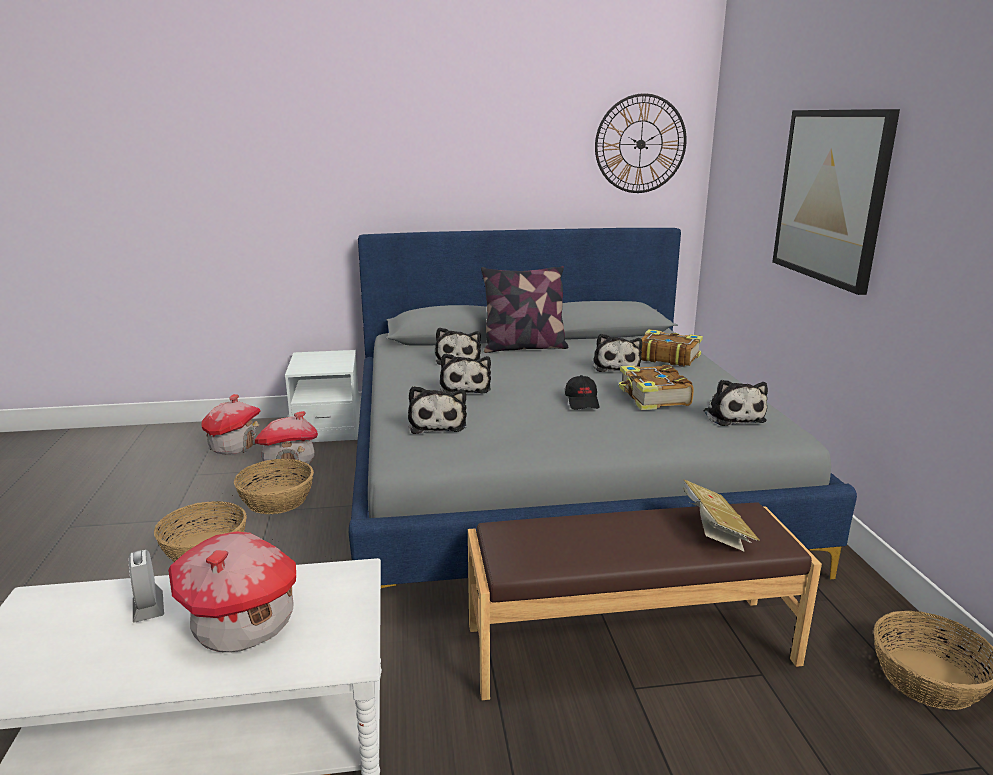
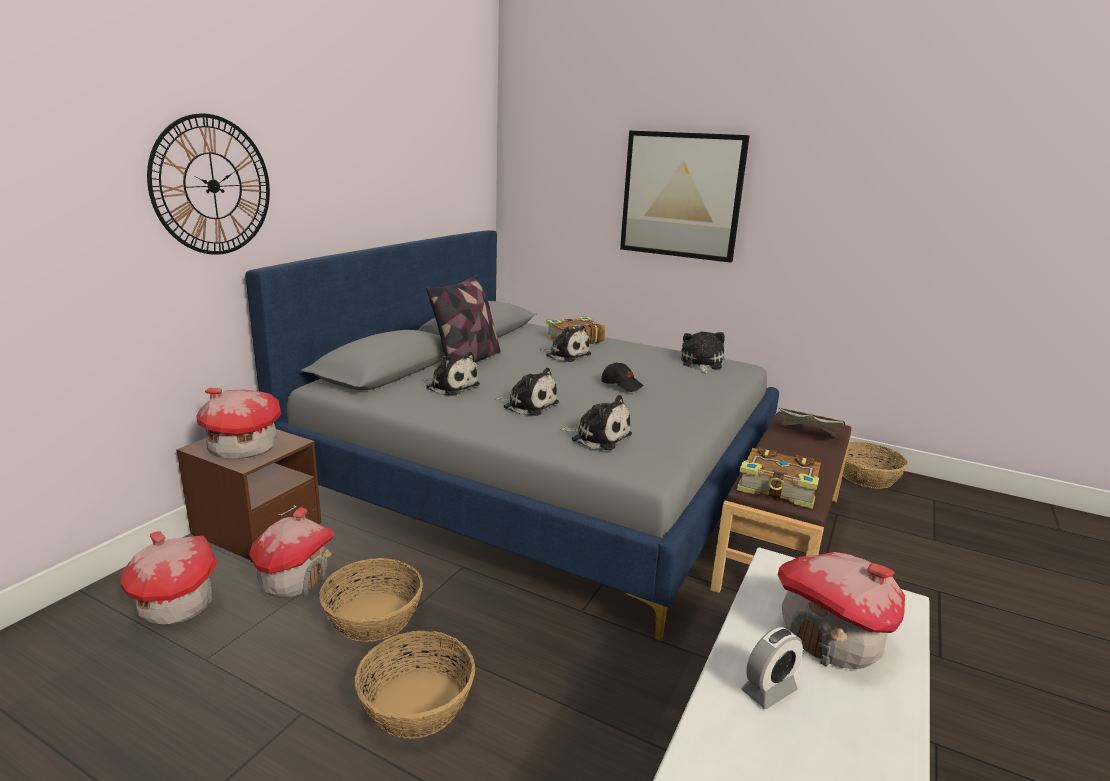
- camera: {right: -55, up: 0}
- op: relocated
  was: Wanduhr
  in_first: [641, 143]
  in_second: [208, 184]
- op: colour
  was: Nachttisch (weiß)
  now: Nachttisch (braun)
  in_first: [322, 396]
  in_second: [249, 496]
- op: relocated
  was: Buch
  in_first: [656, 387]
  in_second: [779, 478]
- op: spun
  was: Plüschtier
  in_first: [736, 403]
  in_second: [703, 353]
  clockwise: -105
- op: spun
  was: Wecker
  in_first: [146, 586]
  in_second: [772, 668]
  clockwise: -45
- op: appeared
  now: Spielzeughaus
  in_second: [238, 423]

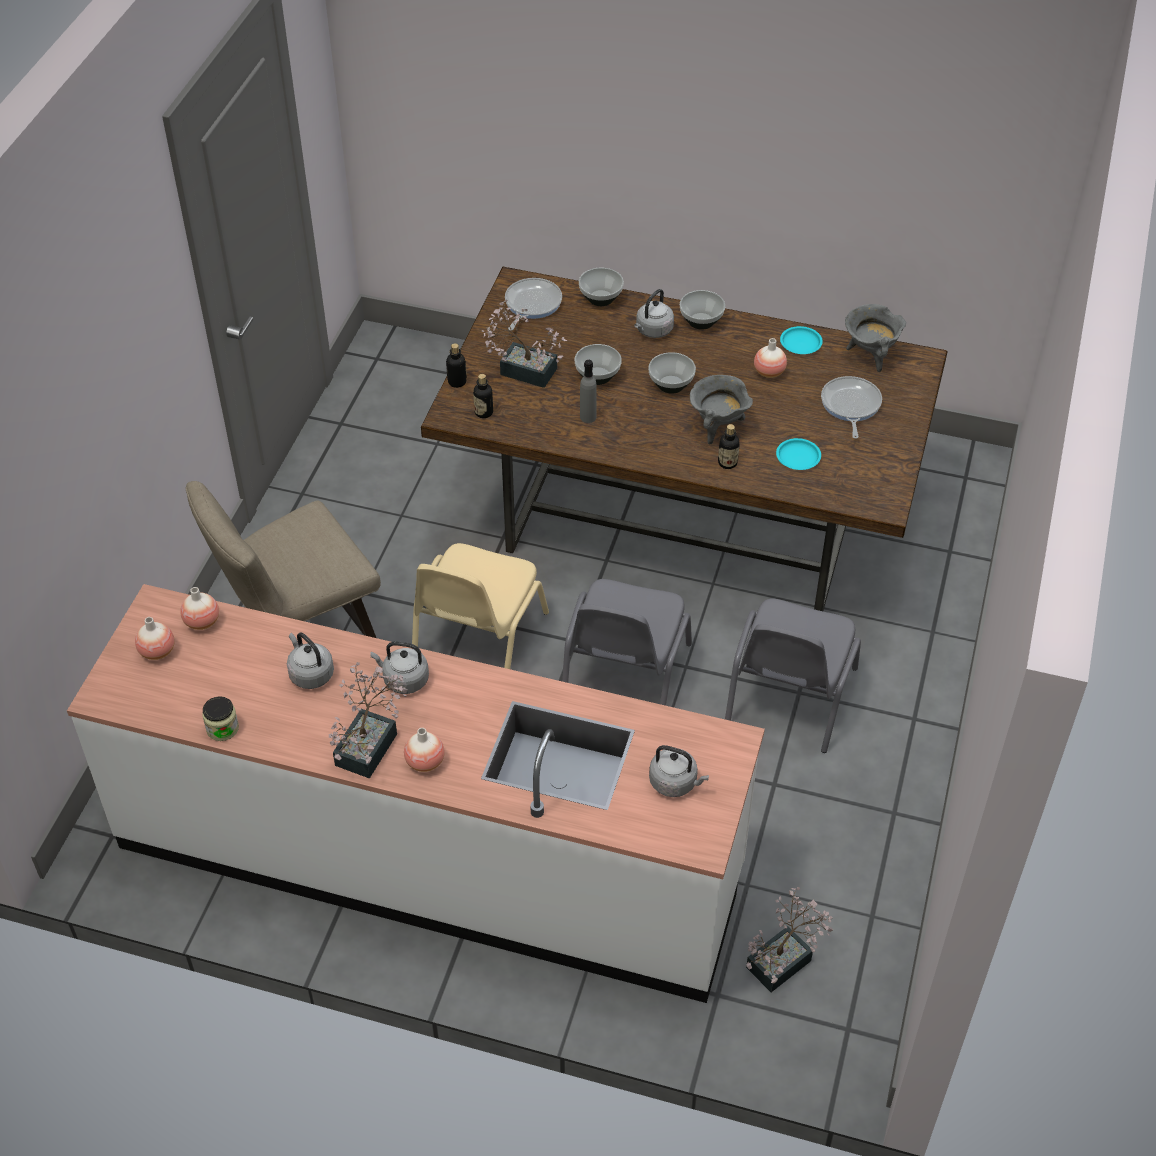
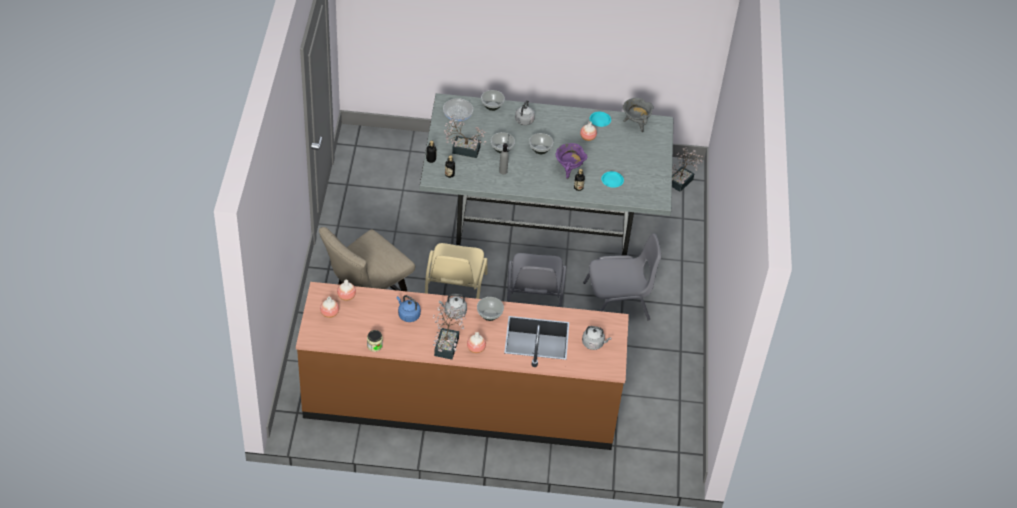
- camera: {right: -15, up: 0}
- op: colour
  was: Esstisch (braun)
  now: Esstisch (grau)
  in_first: [684, 439]
  in_second: [546, 174]
- op: relocated
  was: Schüssel
  in_first: [702, 310]
  in_second: [490, 309]
- op: colour
  was: Kochtopf (grau)
  now: Kochtopf (lila)
  in_first: [721, 409]
  in_second: [572, 161]
- op: missing
  was: Pfanne
  in_first: [851, 407]
- op: colour
  was: Küchenzeile (weiß)
  now: Küchenzeile (braun)
  in_first: [416, 793]
  in_second: [462, 366]
- op: spun
  was: Stuhl (grau)
  in_first: [793, 675]
  in_second: [622, 277]
  clockwise: -105
- op: colour
  was: Wasserkessel (grau)
  now: Wasserkessel (blau)
  in_first: [310, 661]
  in_second: [409, 308]
- op: relocated
  was: Topfpflanze
  in_first: [789, 939]
  in_second: [687, 169]

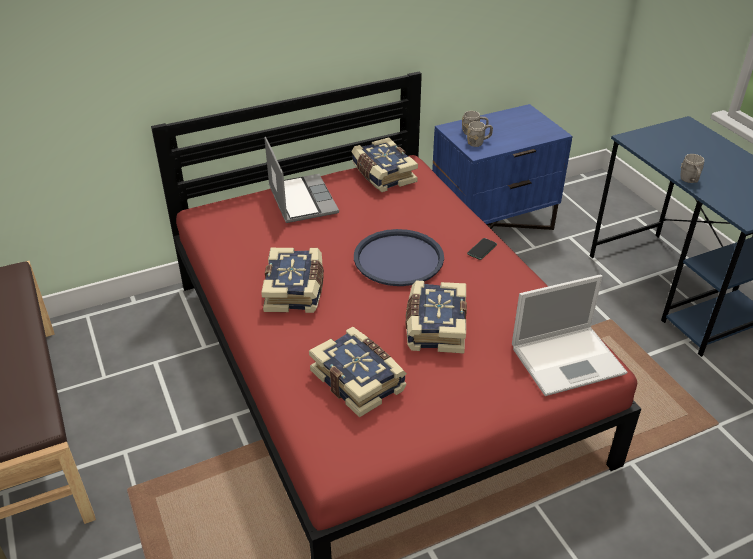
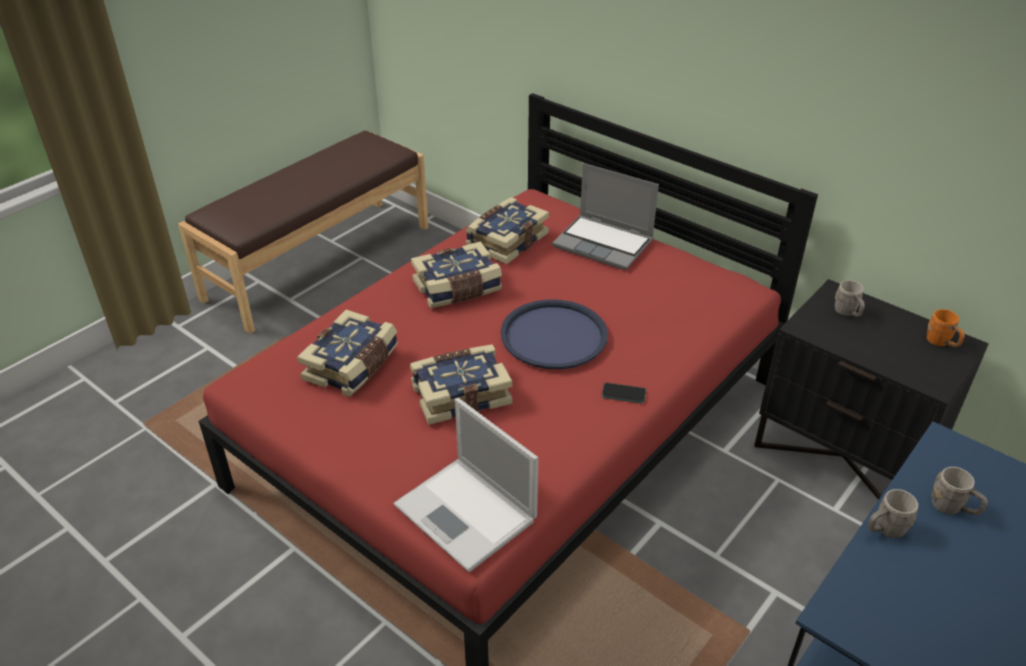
- camera: {right: 65, up: 0}
- op: colour
  was: Nachttisch (blau)
  now: Nachttisch (schwarz)
  in_first: [502, 167]
  in_second: [871, 389]
- op: relocated
  was: Henkelbecher (grau)
  in_first: [480, 134]
  in_second: [959, 491]
- op: spun
  was: Laptop
  in_first: [301, 180]
  in_second: [605, 216]
  clockwise: 75
- op: relocated
  was: Buch
  in_first: [385, 164]
  in_second: [507, 230]
- op: appeared
  now: Henkelbecher (orange)
  in_second: [946, 328]

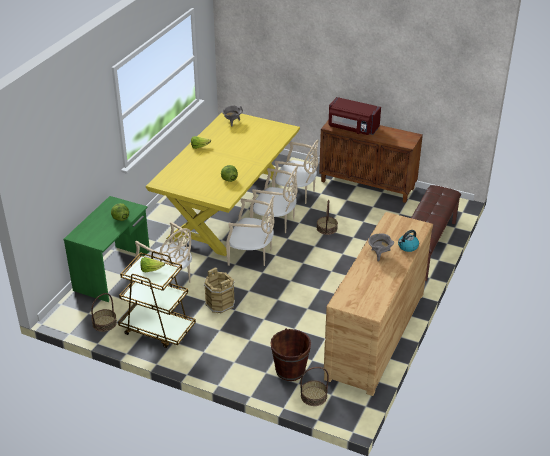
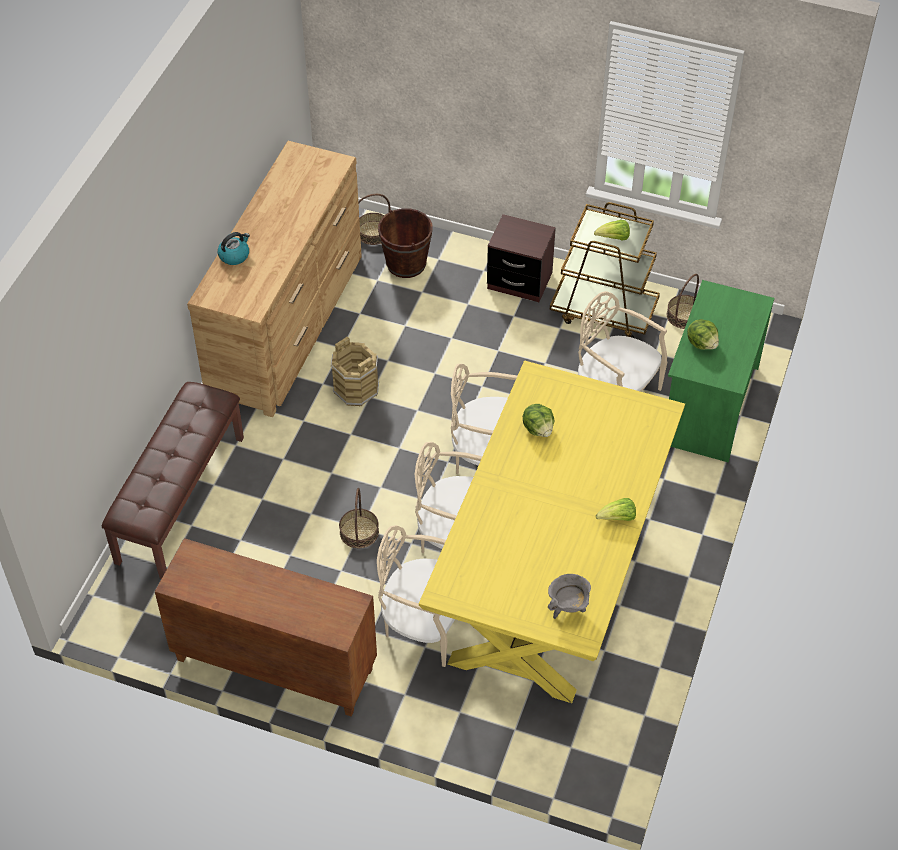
- camera: {right: 175, up: 15}
- op: missing
  was: Mikrowelle (rot)
  in_first: [355, 116]
- op: missing
  was: Kochtopf (grau)
  in_first: [381, 247]
- op: relocated
  was: Eimer (braun)
  in_first: [219, 290]
  in_second: [355, 372]
- op: appeared
  now: Nachttisch (braun)
  in_second: [521, 258]

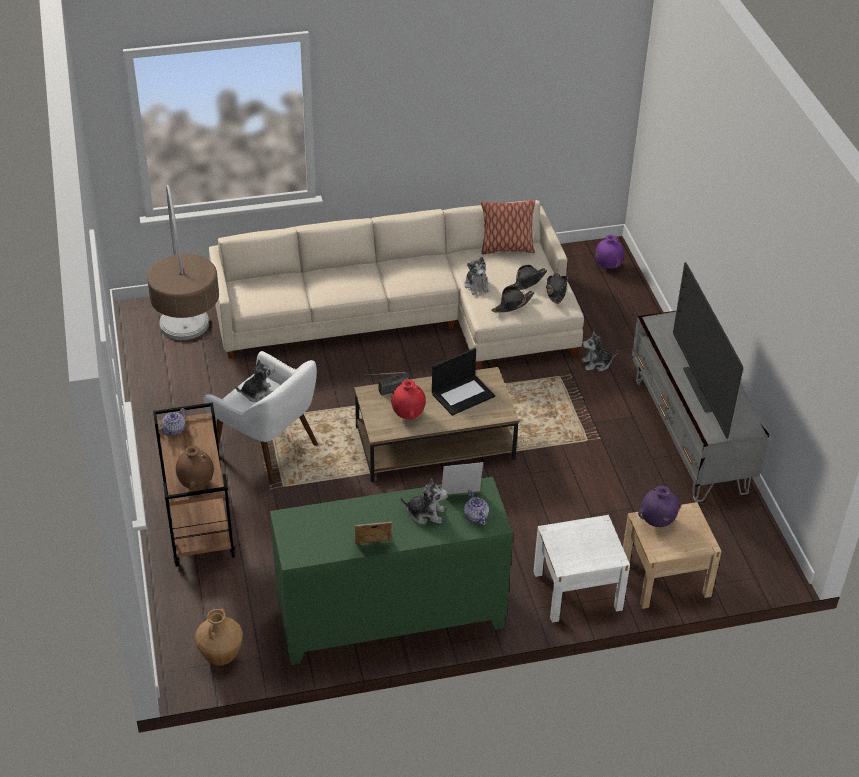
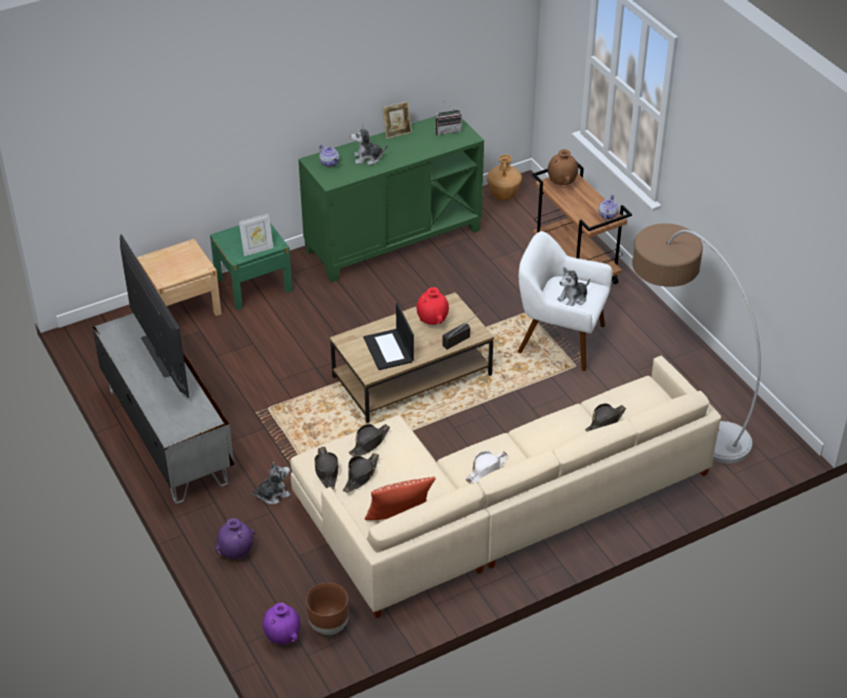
- camera: {right: 165, up: 0}
- op: missing
  was: Plüschtier
  in_first: [476, 276]
- op: spun
  was: Laptop
  in_first: [463, 382]
  in_second: [388, 336]
  clockwise: -60
- op: relocated
  was: Bilderrahmen
  in_first: [462, 478]
  in_second: [256, 235]
- op: relocated
  was: Vase (lila)
  in_first: [659, 506]
  in_second: [235, 538]
- op: colour
  was: Nachttisch (weiß)
  now: Nachttisch (grün)
  in_first: [581, 569]
  in_second: [251, 266]
- op: appeared
  now: Radio
  in_second: [449, 118]
- op: appeared
  now: Hut (schwarz)
  in_second: [605, 417]
- op: appeared
  now: Hut (weiß)
  in_second: [487, 467]
- op: appeared
  now: Pflanzkübel (braun)
  in_second: [327, 609]

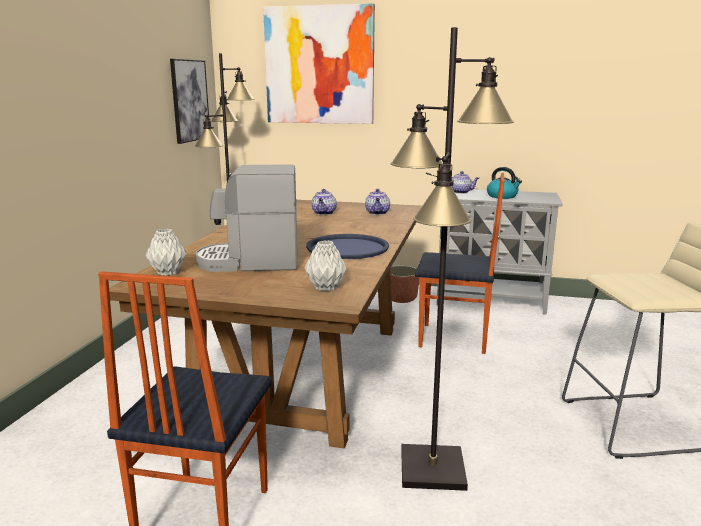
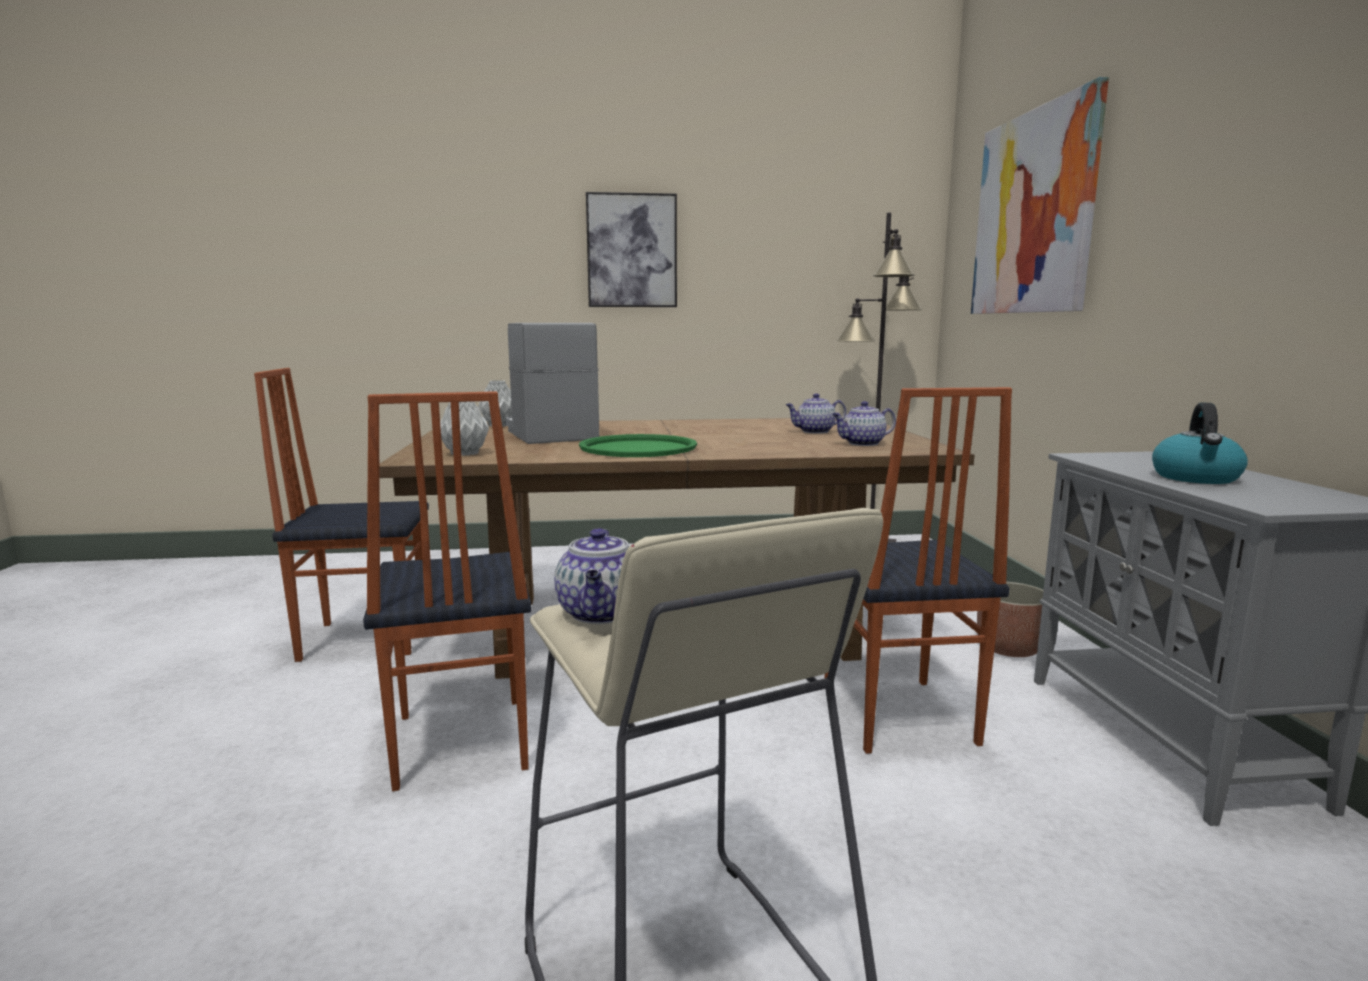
- camera: {right: 70, up: -5}
- op: exchanged
  was: Stehlampe (schwarz)
  now: Stuhl
  in_first: [452, 259]
  in_second: [447, 591]
- op: relocated
  was: Bild
  in_first: [189, 101]
  in_second: [631, 249]
- op: relocated
  was: Teekanne
  in_first: [465, 182]
  in_second: [591, 576]
- op: colour
  was: Tablett (blau)
  now: Tablett (grün)
  in_first: [347, 246]
  in_second: [638, 445]

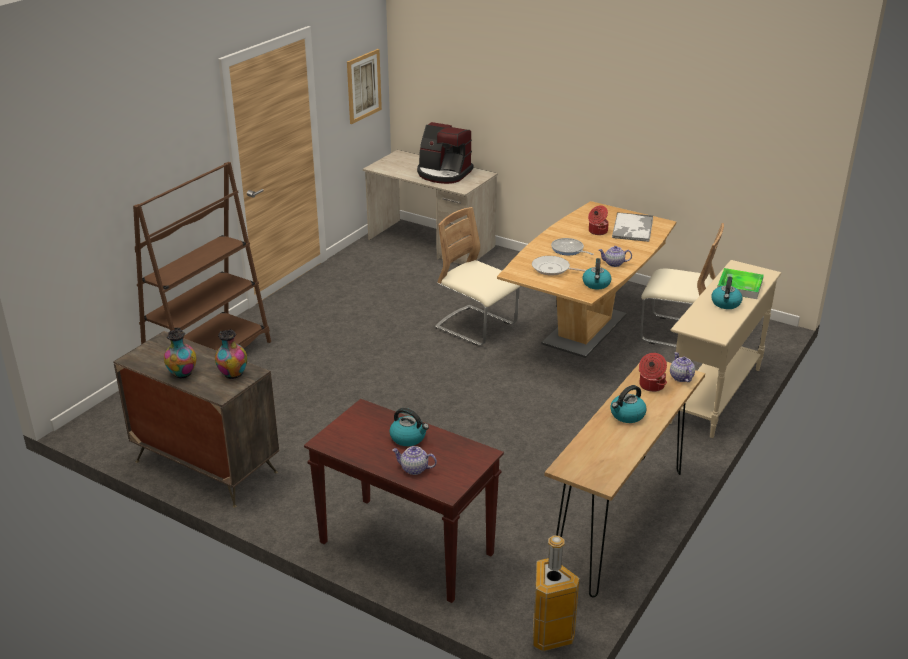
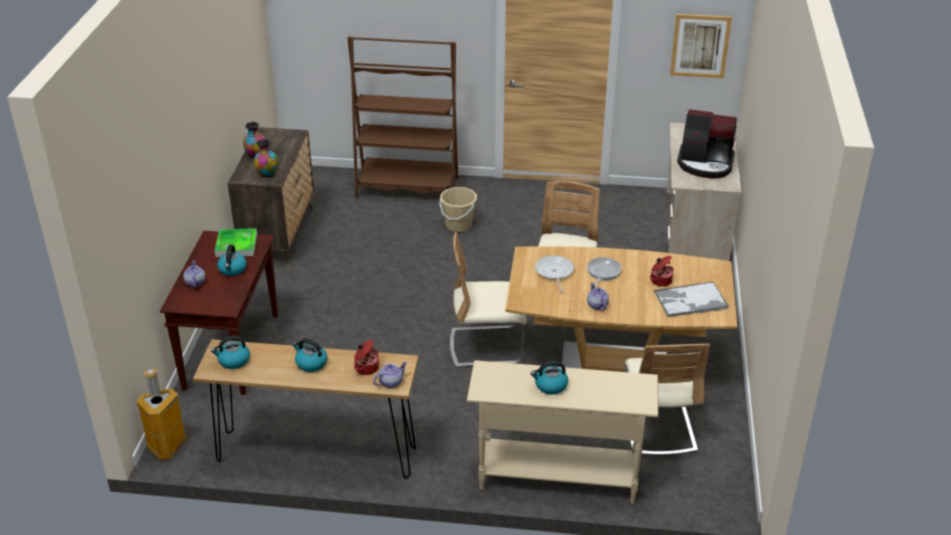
- camera: {right: 65, up: 5}
- op: spun
  was: Kaffeemaschine
  in_first: [445, 153]
  in_second: [707, 143]
  clockwise: -75
- op: relocated
  was: Wasserkessel
  in_first: [597, 273]
  in_second: [230, 352]
- op: relocated
  was: Tablett
  in_first: [740, 283]
  in_second: [236, 242]
- op: appeared
  now: Eimer (beige)
  in_second: [458, 209]
- op: appeared
  now: Stuhl (beige)
  in_second: [488, 299]

